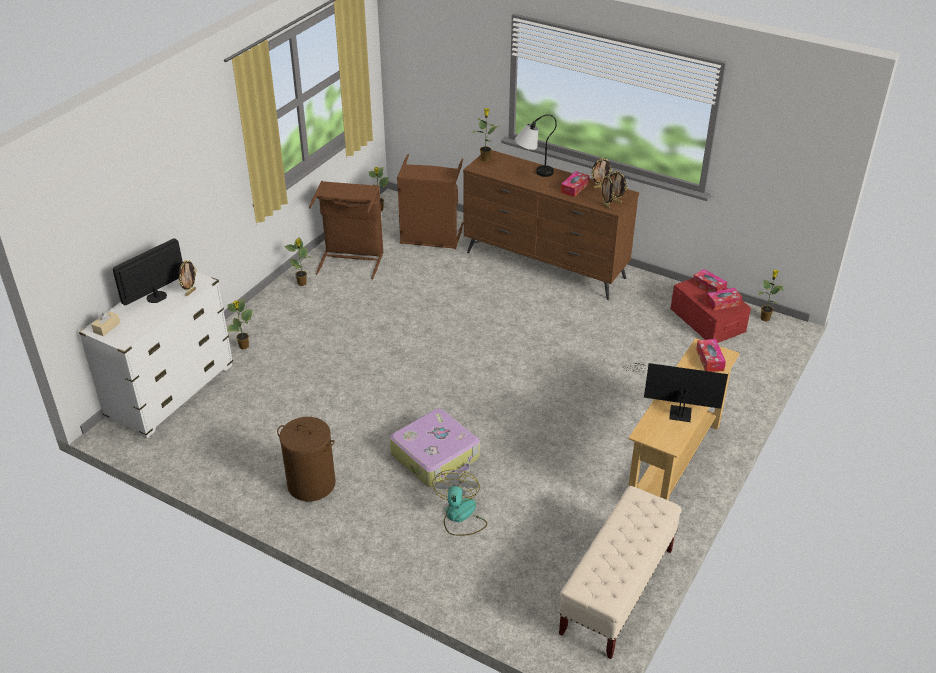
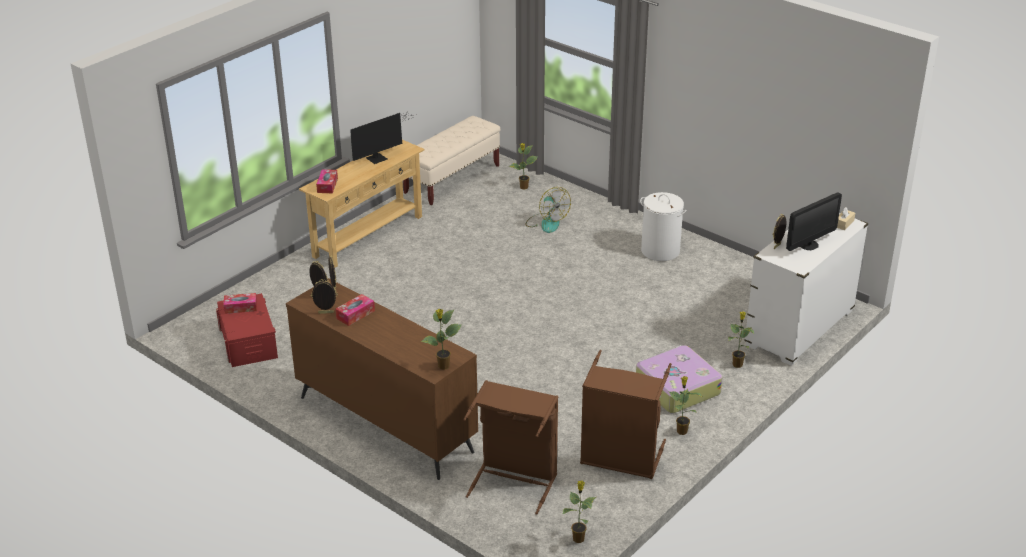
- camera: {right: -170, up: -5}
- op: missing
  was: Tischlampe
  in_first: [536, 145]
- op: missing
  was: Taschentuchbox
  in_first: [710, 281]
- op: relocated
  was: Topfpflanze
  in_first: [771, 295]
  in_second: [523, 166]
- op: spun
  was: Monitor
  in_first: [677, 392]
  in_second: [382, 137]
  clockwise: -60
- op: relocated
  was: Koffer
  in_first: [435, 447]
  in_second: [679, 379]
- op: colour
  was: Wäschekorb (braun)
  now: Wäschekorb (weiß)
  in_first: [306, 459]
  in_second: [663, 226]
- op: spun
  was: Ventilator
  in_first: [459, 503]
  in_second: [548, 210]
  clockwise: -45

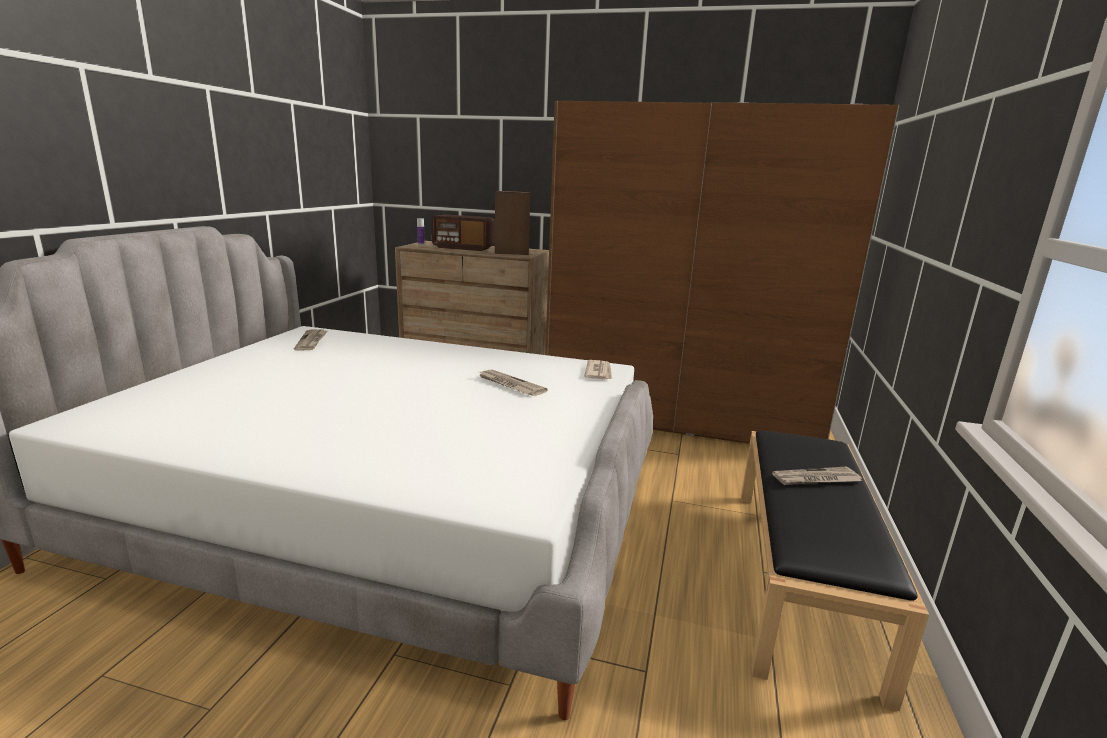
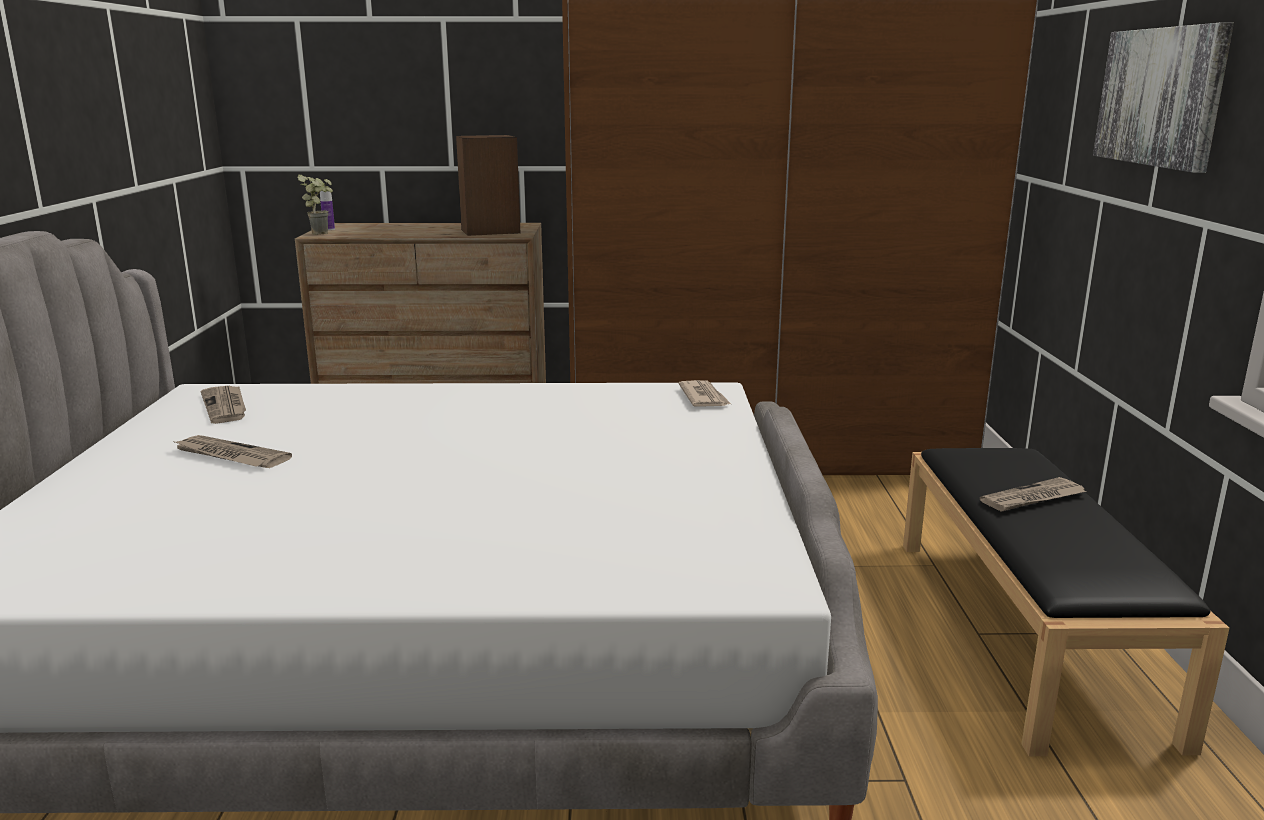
- camera: {right: -15, up: 0}
- op: missing
  was: Radio
  in_first: [463, 233]
- op: relocated
  was: Zeitung
  in_first: [512, 382]
  in_second: [232, 451]
- op: appeared
  now: Bild
  in_second: [1163, 98]
- op: appeared
  now: Topfpflanze
  in_second: [315, 205]

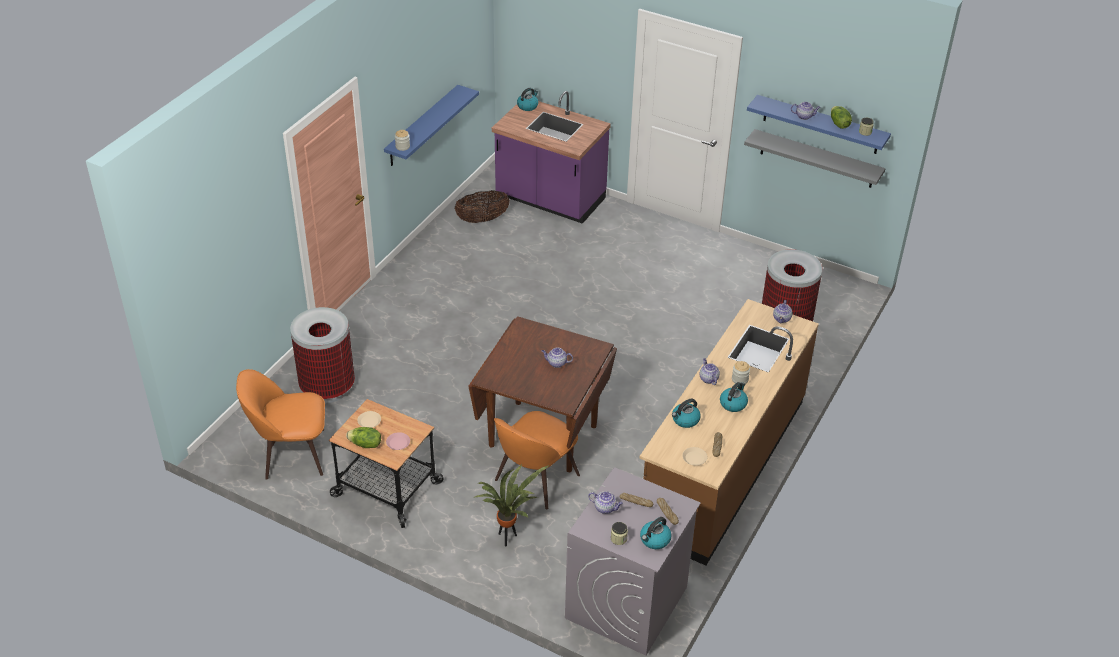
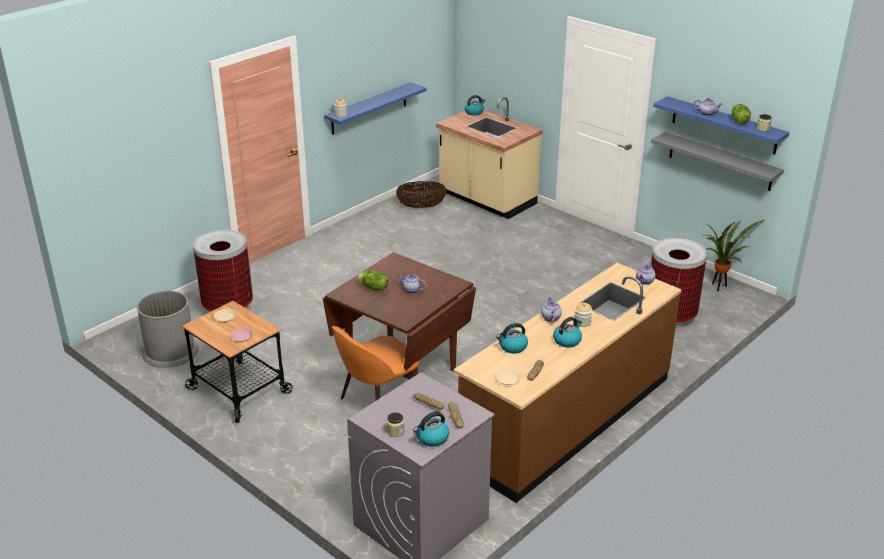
- camera: {right: 15, up: -10}
- op: colour
  was: Küchenzeile (lila)
  now: Küchenzeile (beige)
  in_first: [551, 157]
  in_second: [489, 158]
- op: exchanged
  was: Stuhl (orange)
  now: Mülleimer (grau)
  in_first: [280, 424]
  in_second: [168, 329]
- op: relocated
  was: Salatkopf
  in_first: [363, 437]
  in_second: [372, 280]
- op: relocated
  was: Topfpflanze
  in_first: [510, 505]
  in_second: [735, 255]
- op: missing
  was: Teekanne
  in_first: [605, 502]

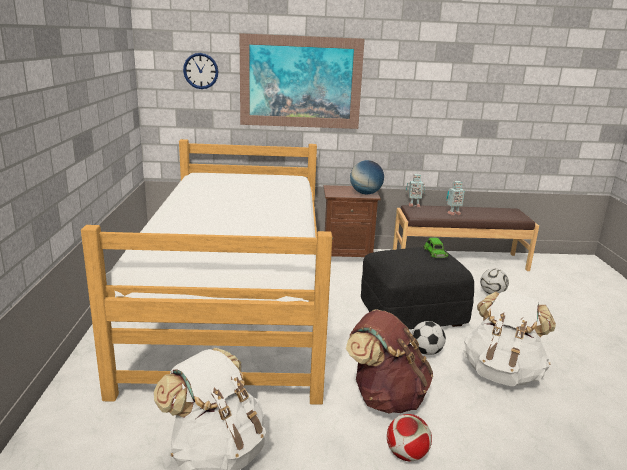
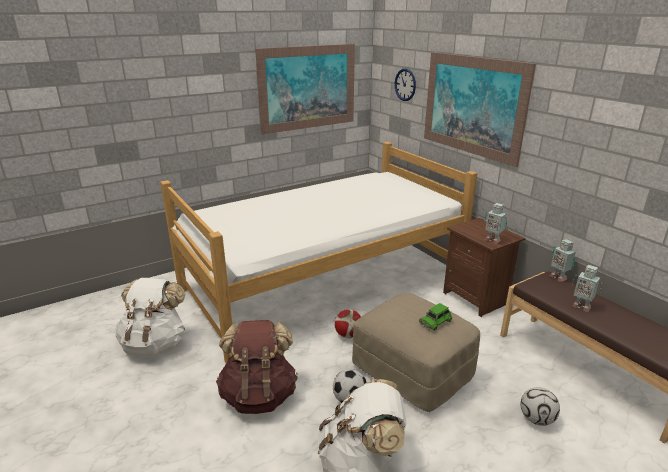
- camera: {right: 60, up: 5}
- op: exchanged
  was: Globus
  now: Spielzeugroboter
  in_first: [367, 177]
  in_second: [496, 223]
- op: colour
  was: Polsterhocker (schwarz)
  now: Polsterhocker (beige)
  in_first: [417, 288]
  in_second: [416, 352]
- op: relocated
  was: Fußball
  in_first: [409, 438]
  in_second: [347, 323]
- op: appeared
  now: Bild
  in_second: [305, 89]

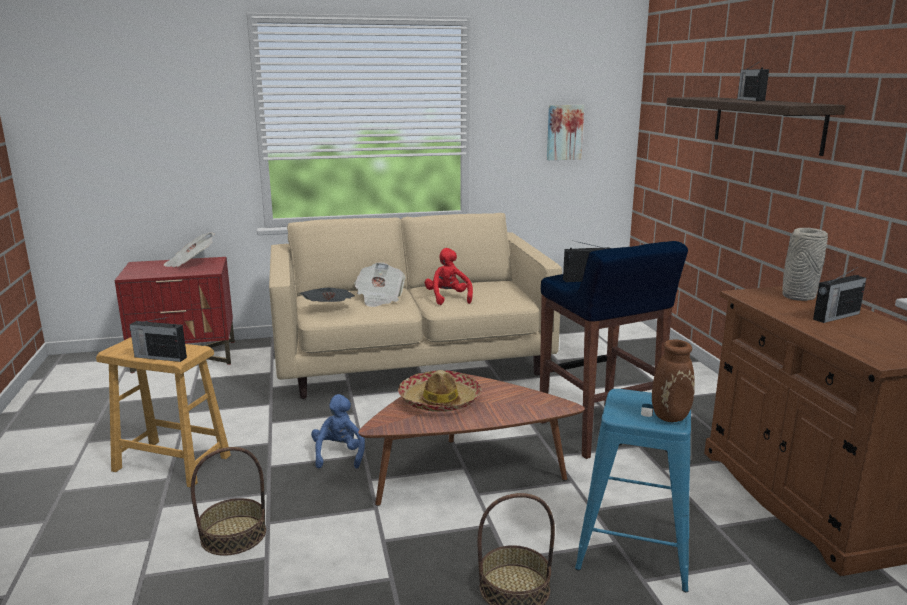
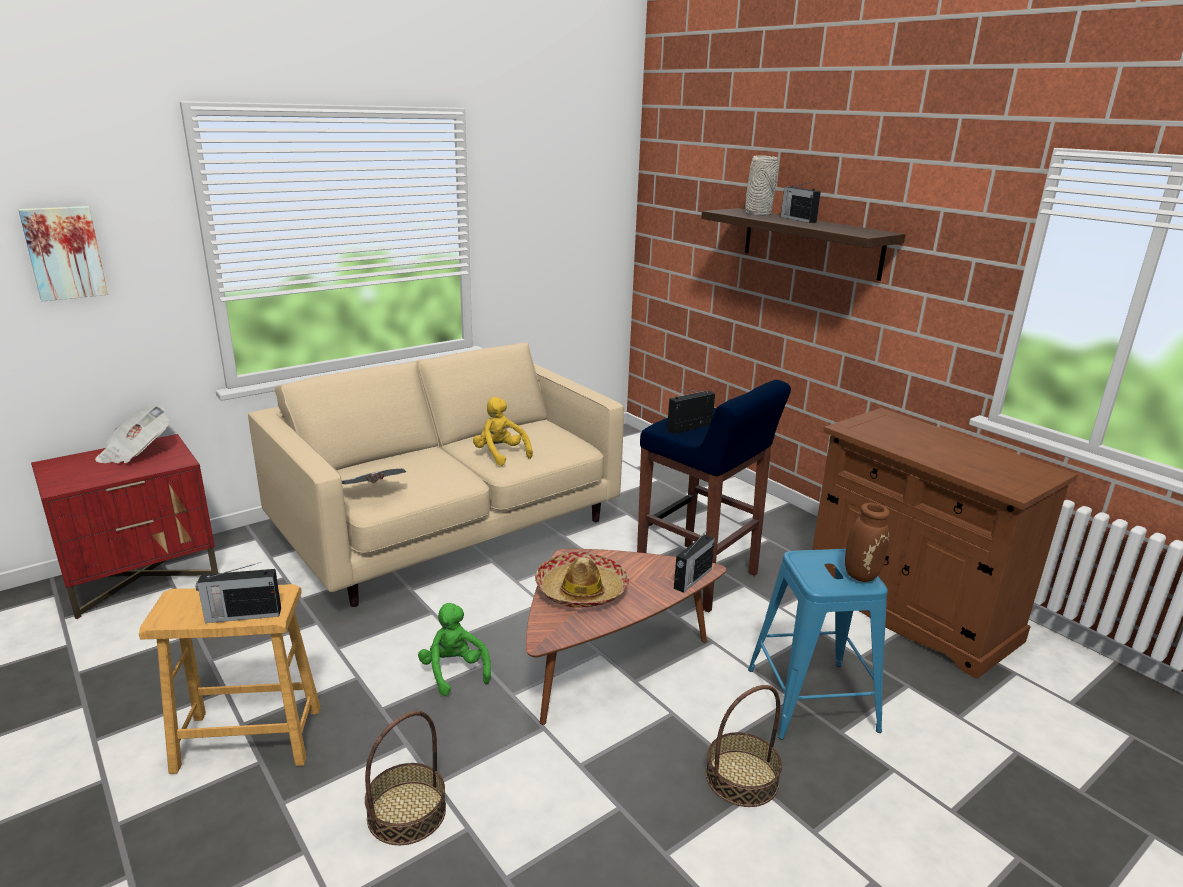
- camera: {right: -25, up: 5}
- op: relocated
  was: Bild
  in_first: [565, 132]
  in_second: [63, 253]
- op: relocated
  was: Vase (grau)
  in_first: [805, 264]
  in_second: [762, 185]
- op: colour
  was: Plüschtier (rot)
  now: Plüschtier (gelb)
  in_first: [449, 276]
  in_second: [503, 431]
- op: missing
  was: Zeitung
  in_first: [380, 284]
- op: relocated
  was: Radio
  in_first: [839, 295]
  in_second: [694, 563]
- op: colour
  was: Plüschtier (blau)
  now: Plüschtier (grün)
  in_first: [338, 431]
  in_second: [454, 649]

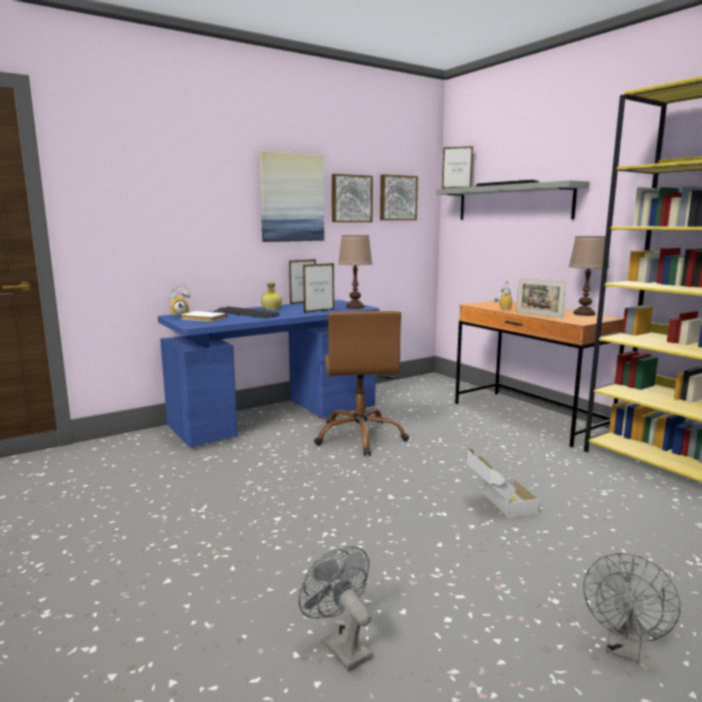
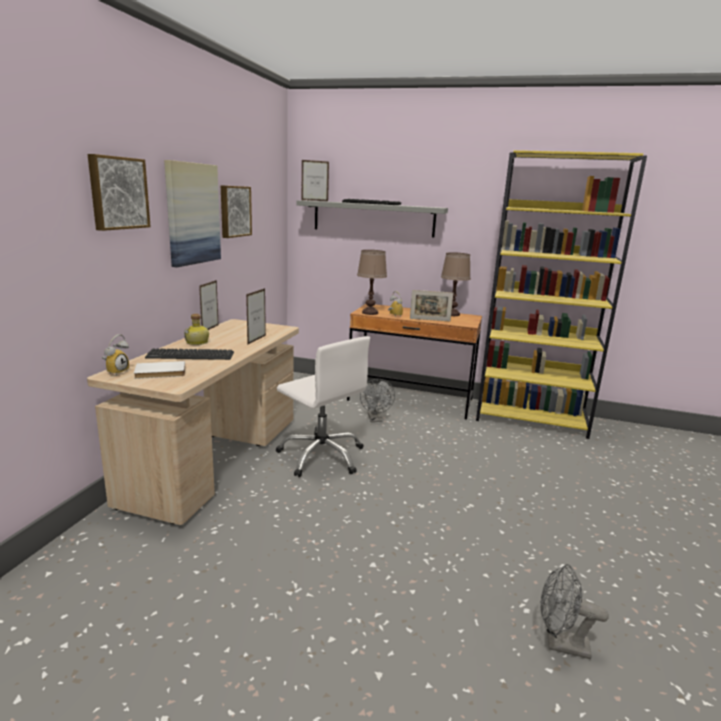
- camera: {right: -40, up: 5}
- op: relocated
  was: Bild
  in_first: [399, 197]
  in_second: [119, 192]
- op: relocated
  was: Tischlampe (braun)
  in_first: [355, 272]
  in_second: [372, 282]
- op: colour
  was: Schreibtisch (blau)
  now: Schreibtisch (beige)
  in_first: [268, 373]
  in_second: [193, 422]
- op: colour
  was: Bürostuhl (braun)
  now: Bürostuhl (weiß)
  in_first: [361, 383]
  in_second: [323, 406]
- op: missing
  was: Karton
  in_first: [502, 483]
- op: relocated
  was: Ventilator (grau)
  in_first: [632, 608]
  in_second: [377, 400]

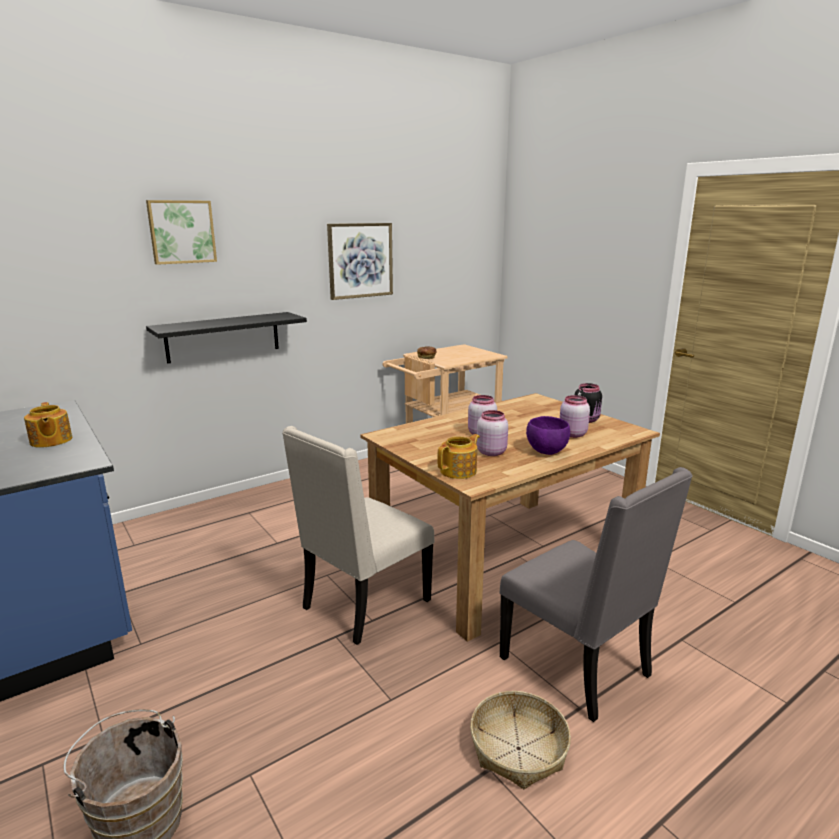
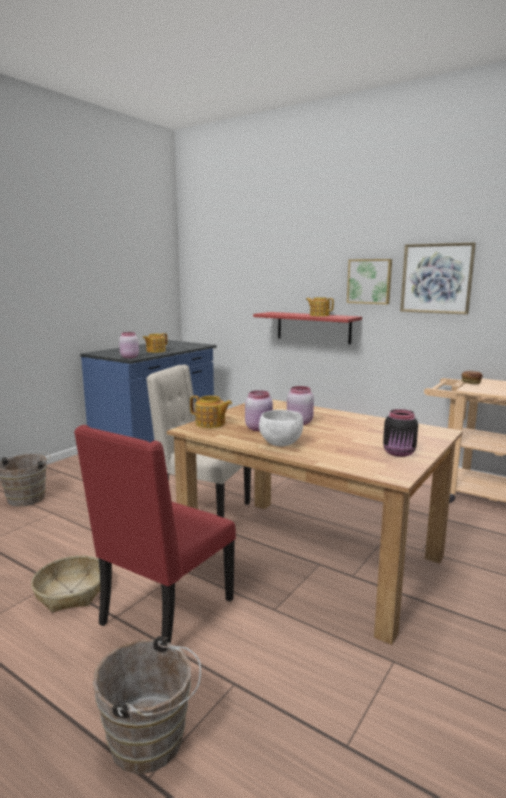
- camera: {right: 70, up: -5}
- op: relocated
  was: Bild
  in_first: [181, 232]
  in_second: [369, 282]
- op: colour
  was: Wandregal (schwarz)
  now: Wandregal (rot)
  in_first: [226, 338]
  in_second: [307, 328]
- op: relocated
  was: Vorratsglas (rosa)
  in_first: [575, 416]
  in_second: [129, 345]
- op: colour
  was: Schüssel (lila)
  now: Schüssel (weiß)
  in_first: [548, 435]
  in_second: [281, 428]
- op: colour
  was: Stuhl (grau)
  now: Stuhl (rot)
  in_first: [596, 594]
  in_second: [155, 534]
- op: appeared
  now: Teekanne
  in_second: [320, 307]
- op: appeared
  now: Eimer (braun)
  in_second: [147, 705]

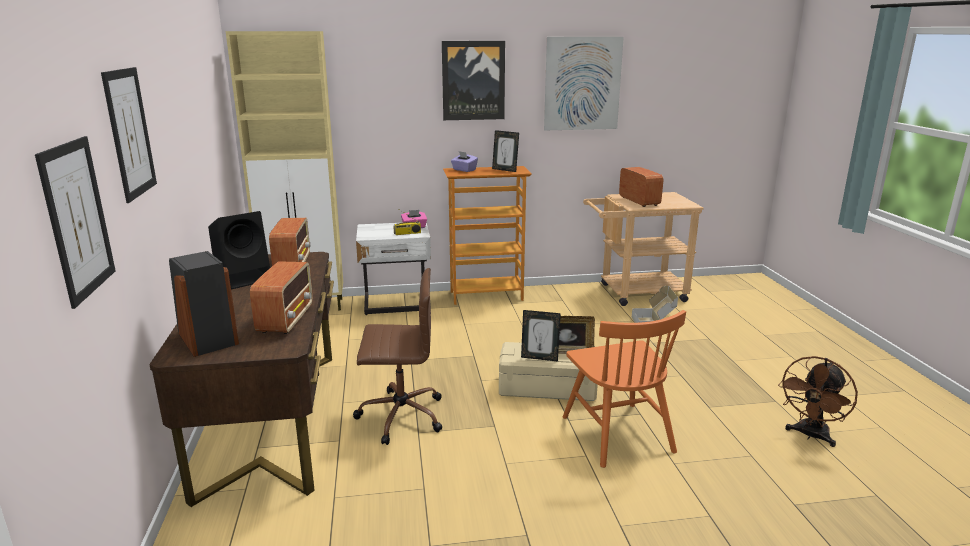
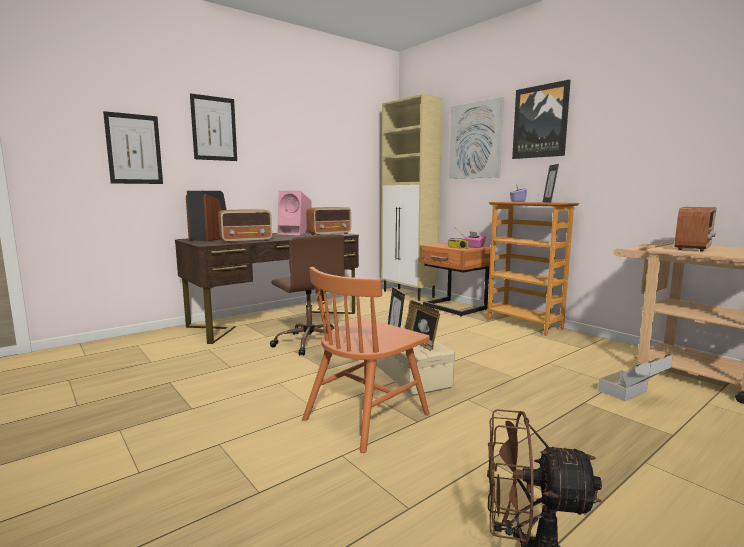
- camera: {right: 60, up: -10}
- op: relocated
  was: Bild
  in_first: [584, 83]
  in_second: [476, 138]
- op: colour
  was: Lautsprecher (schwarz)
  now: Lautsprecher (rosa)
  in_first: [239, 250]
  in_second: [294, 213]
- op: colour
  was: Nachttisch (weiß)
  now: Nachttisch (orange)
  in_first: [393, 268]
  in_second: [455, 279]

